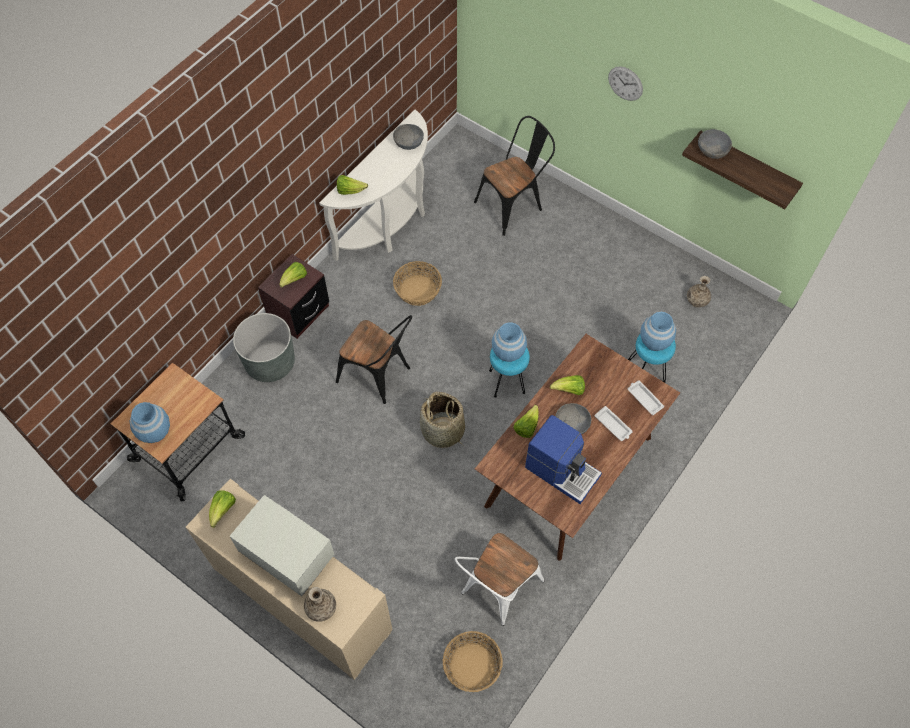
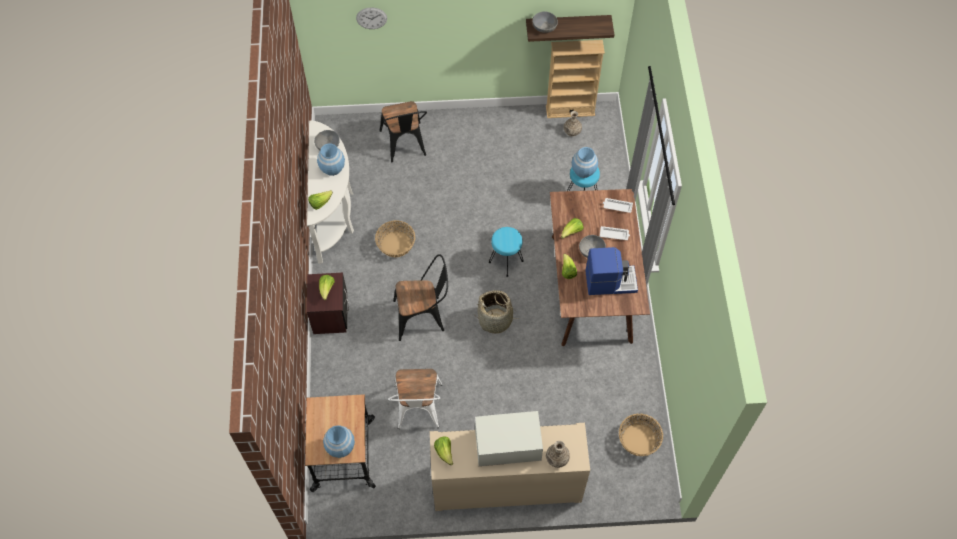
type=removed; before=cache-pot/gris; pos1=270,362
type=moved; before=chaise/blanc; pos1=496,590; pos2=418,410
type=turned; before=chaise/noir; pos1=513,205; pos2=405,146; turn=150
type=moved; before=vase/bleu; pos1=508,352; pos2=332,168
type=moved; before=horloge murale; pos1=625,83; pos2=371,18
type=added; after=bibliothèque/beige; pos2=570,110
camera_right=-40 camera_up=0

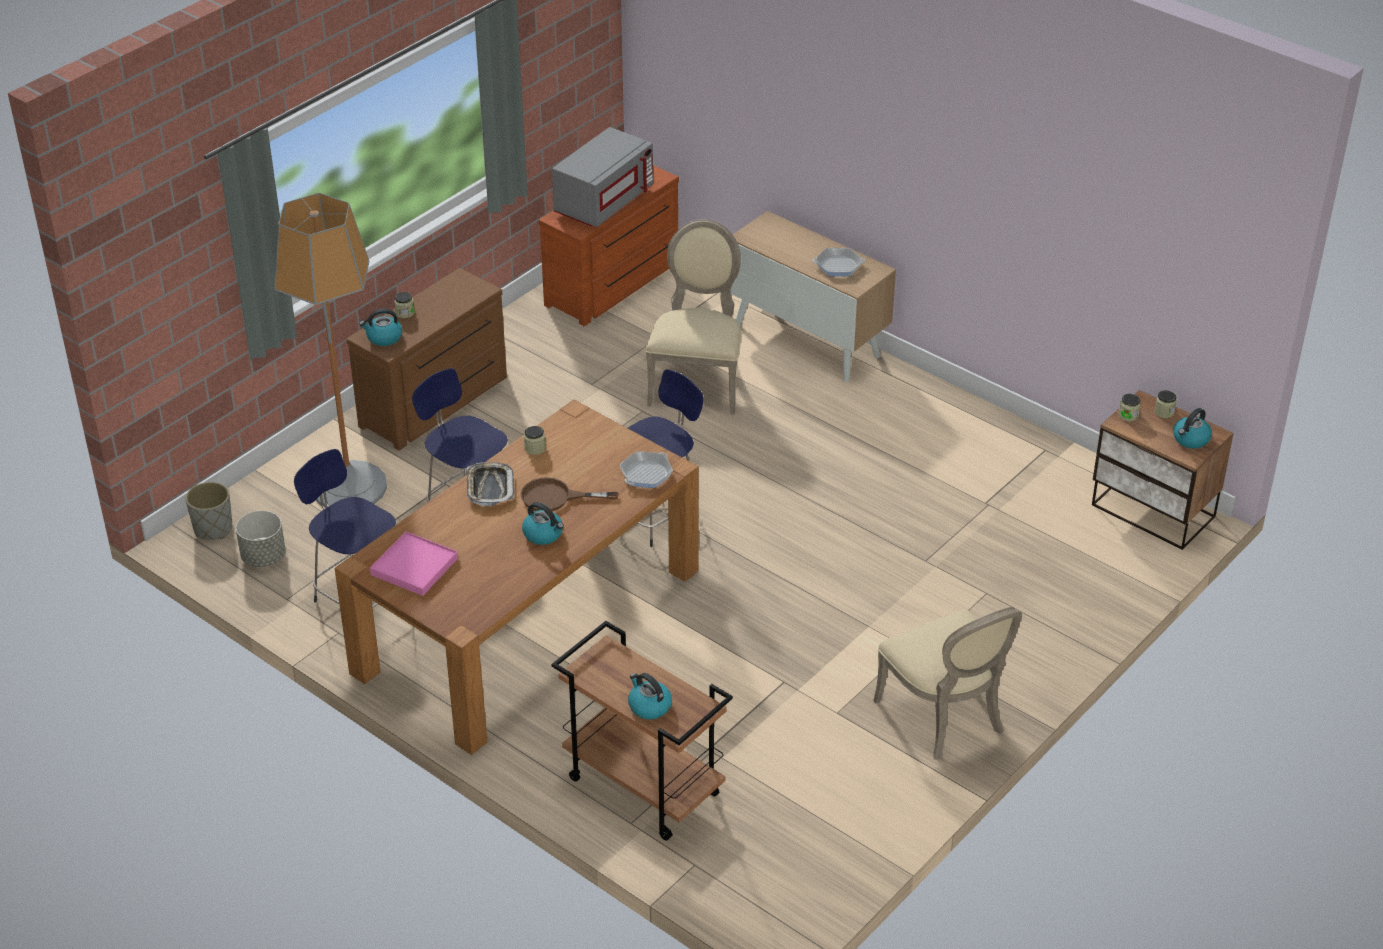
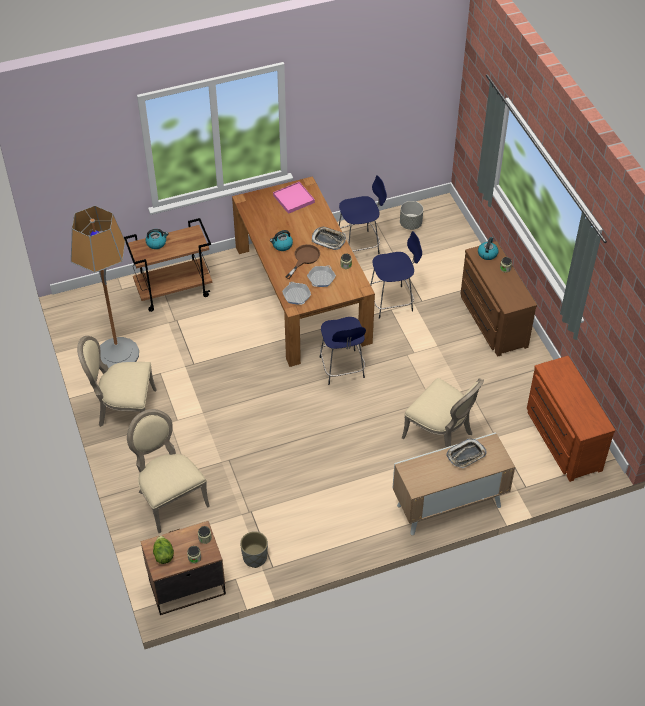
type=moved; before=cache-pot/gris; pos1=213,528; pos2=255,557
type=moved; before=lampadaire; pos1=349,487; pos2=118,354
type=removed; before=micro-ondes/gris; pos1=603,201
type=moved; before=poêle; pos1=838,266; pos2=321,278
type=replaced; before=bouilloire; after=laitue; pos1=1190,439; pos2=163,555
type=added; after=chaise/beige; pos2=170,498
type=added; after=plateau; pos2=466,455
camera_right=120 camera_up=10

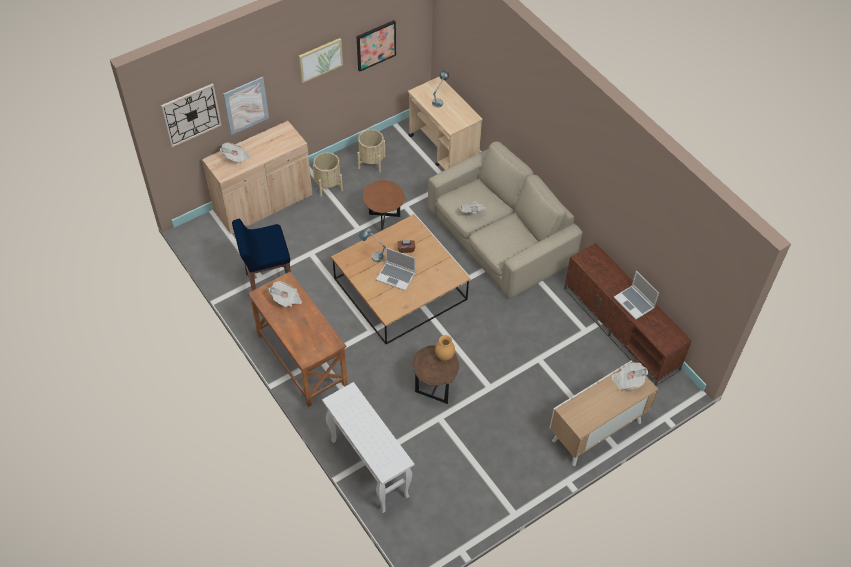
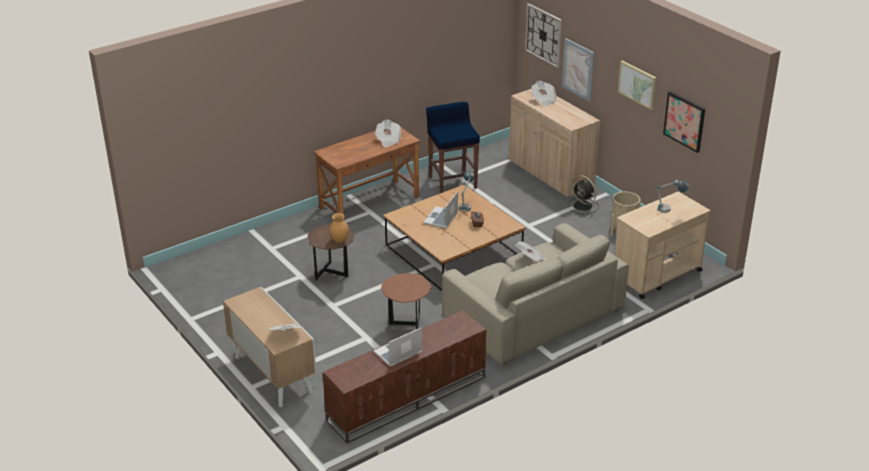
type=replaced; before=cache-pot/beige; after=ventilateur/noir; pos1=328,185; pos2=583,206
type=removed; before=table console/blanc; pos1=368,468
type=moved; before=table d'appoint/marron; pos1=384,222; pos2=407,325
camera_right=90 camera_up=-20

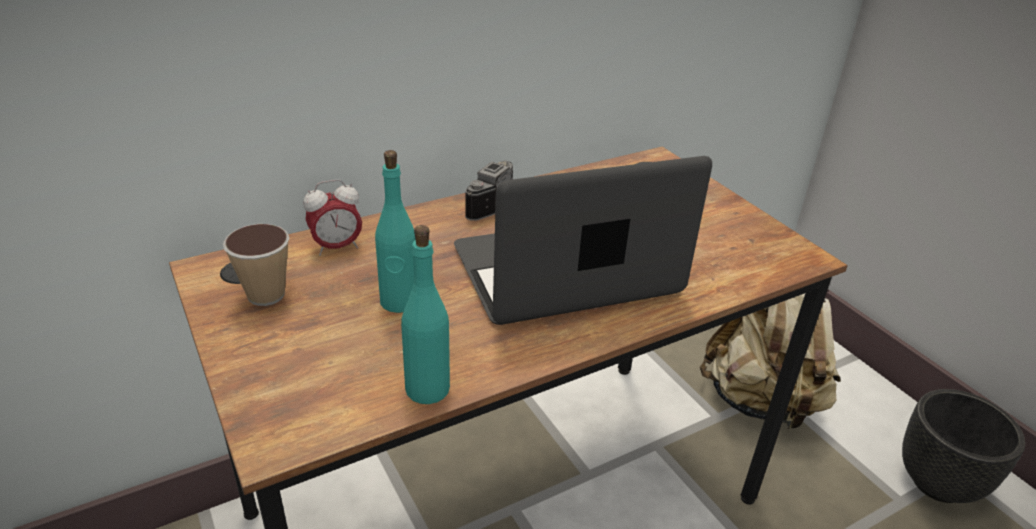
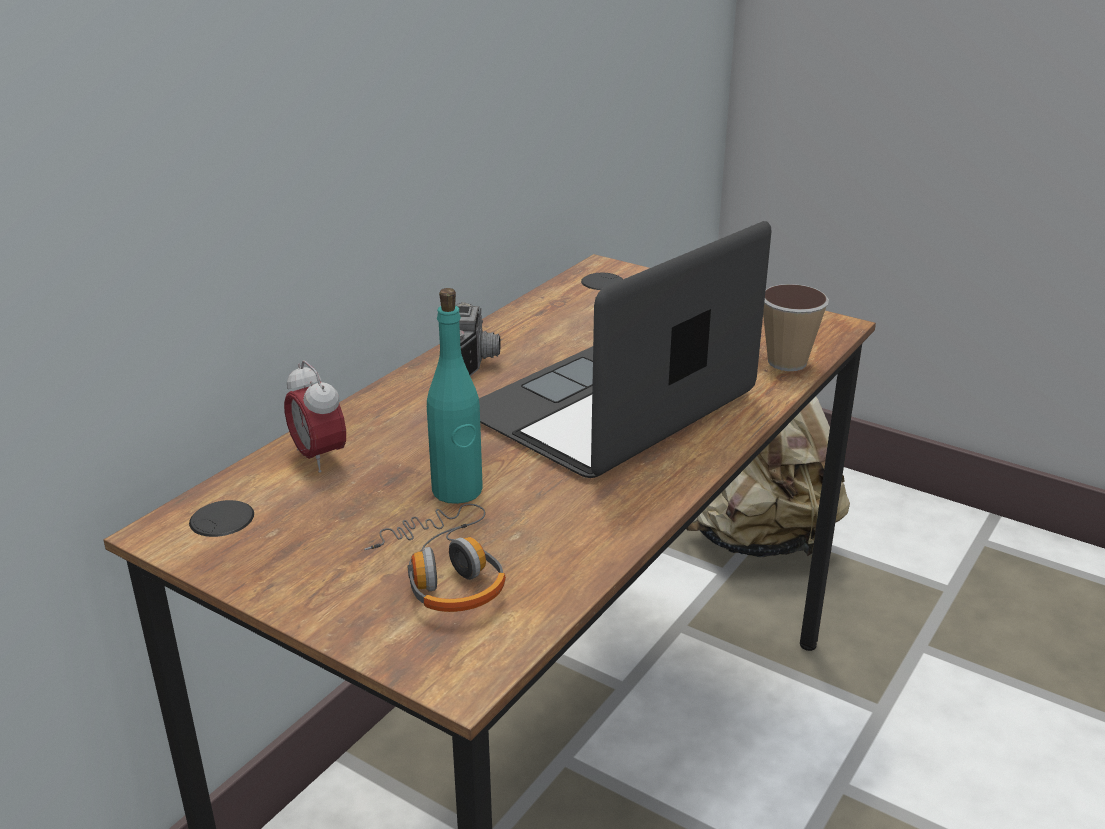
type=moved; before=tasse; pos1=266,295; pos2=787,362
type=turned; before=réveil; pos1=337,247; pos2=319,457; turn=105
type=removed; before=bouteille/turquoise; pos1=427,388
type=removed; before=cache-pot/noir; pos1=938,483
type=added; after=casque audio; pos2=446,573
camera_right=-25 camera_up=-5

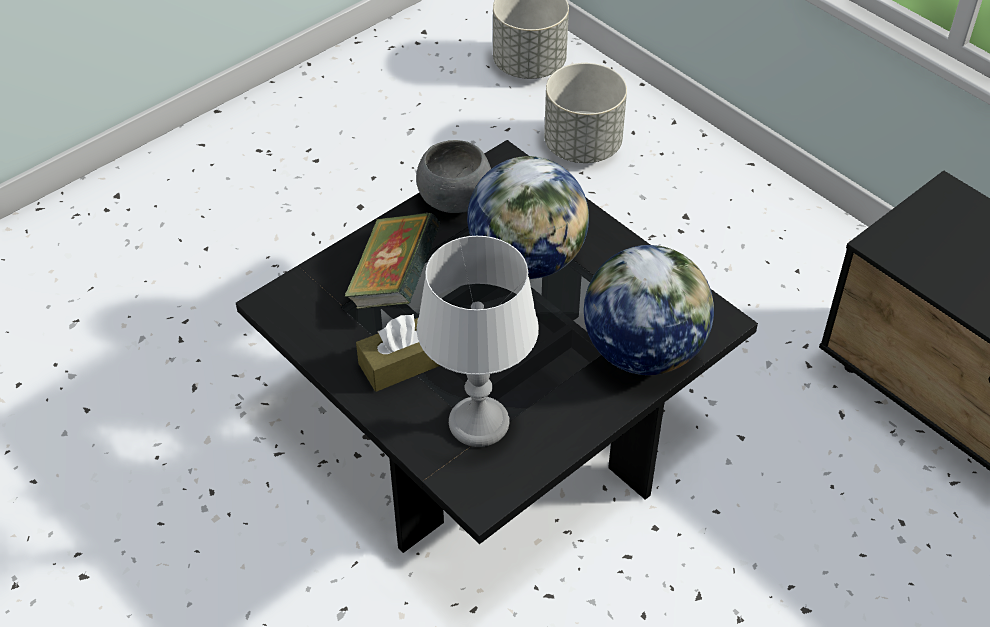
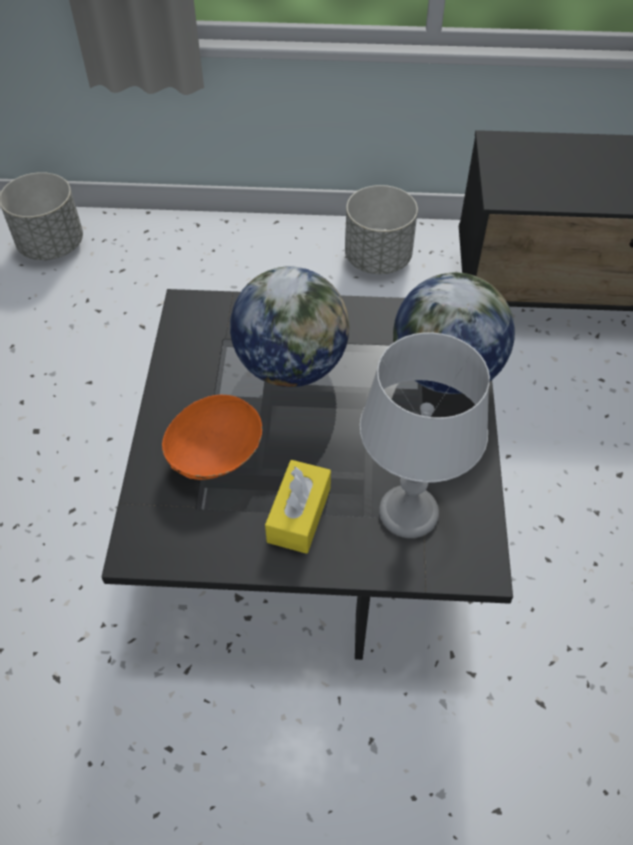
type=replaced; before=livre; after=bol/orange; pos1=394,283; pos2=216,457
type=recoloured; before=boîte à mouchoirs/marron; after=boîte à mouchoirs/jaune; pos1=402,363; pos2=299,514
type=removed; before=bol/gris; pos1=455,200
type=moved; before=cache-pot/gris; pos1=582,145; pos2=377,258
camera_right=-45 camera_up=5

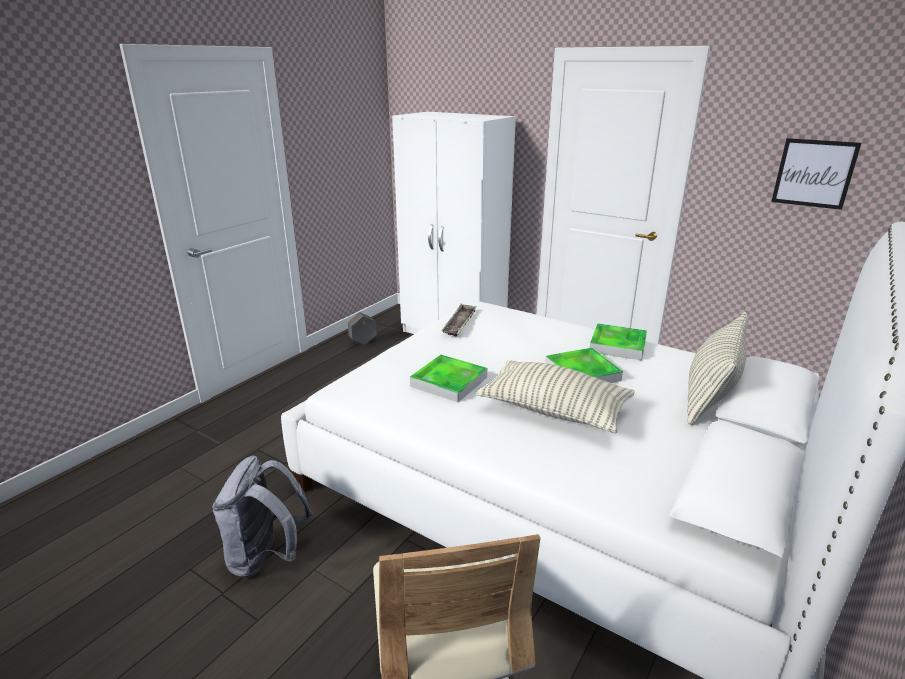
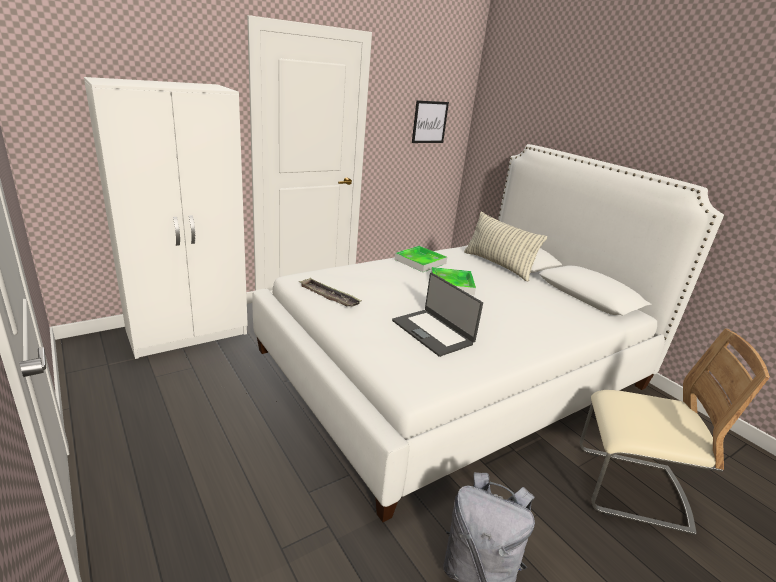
type=removed; before=cache-pot/gris; pos1=363,342
type=replaced; before=plateau; after=ordinateur portable; pos1=449,382; pos2=433,332
type=removed; before=coussin; pos1=554,410
camera_right=-70 camera_up=0

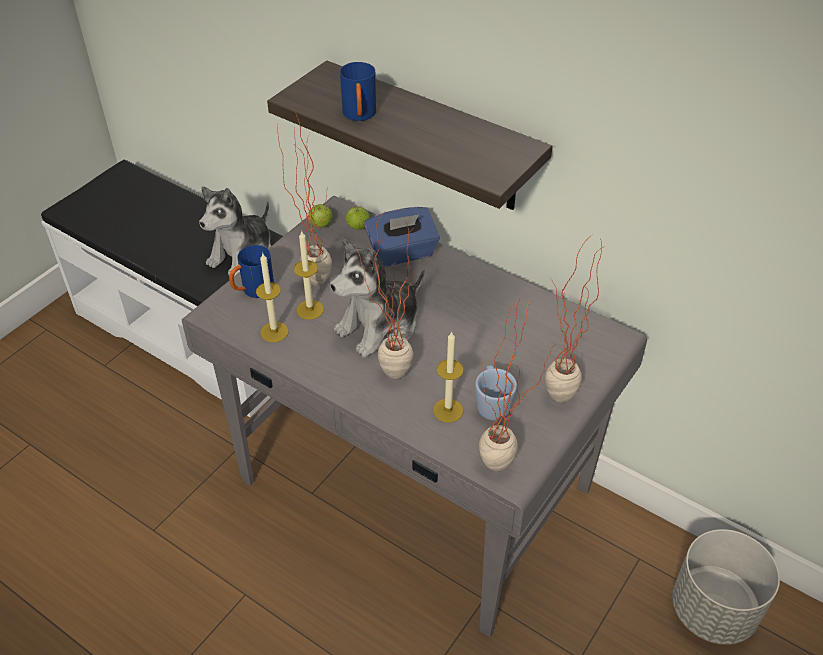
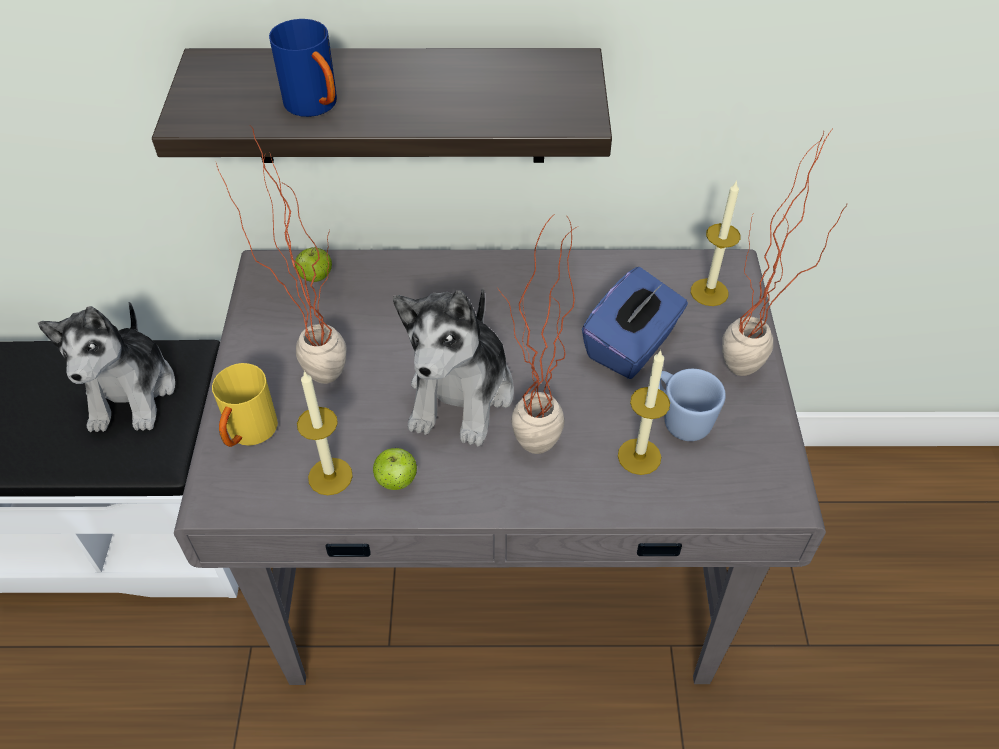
type=recoloured; before=mug/bleu; after=mug/jaune; pos1=253,291; pos2=248,435
type=moved; before=bougie; pos1=310,310; pos2=709,292
type=moved; before=pomme; pos1=321,225; pos2=396,481
type=moved; before=boîte à mouchoirs/bleu; pos1=402,253; pos2=631,346
type=removed; before=plante en pot; pos1=503,473
type=removed; before=cache-pot/gris; pos1=713,610
camera_right=-35 camera_up=5

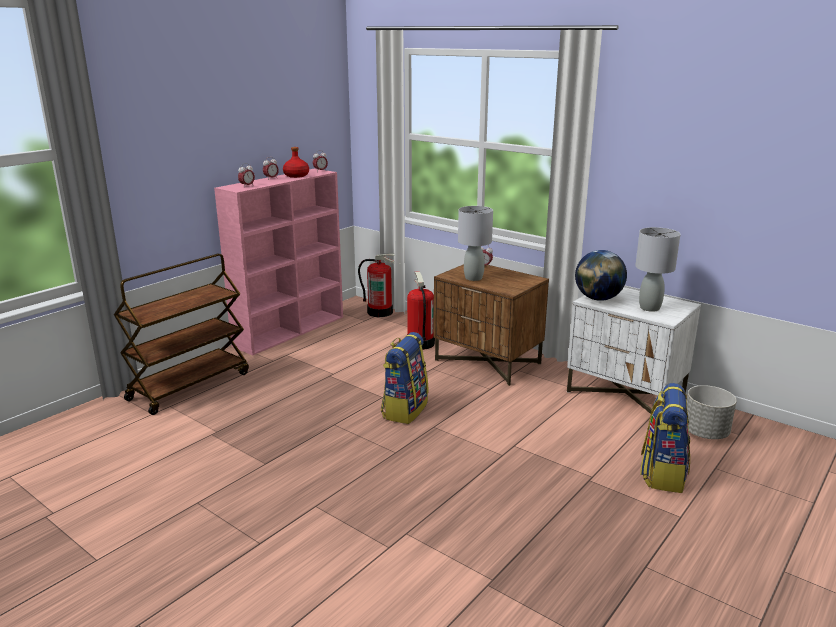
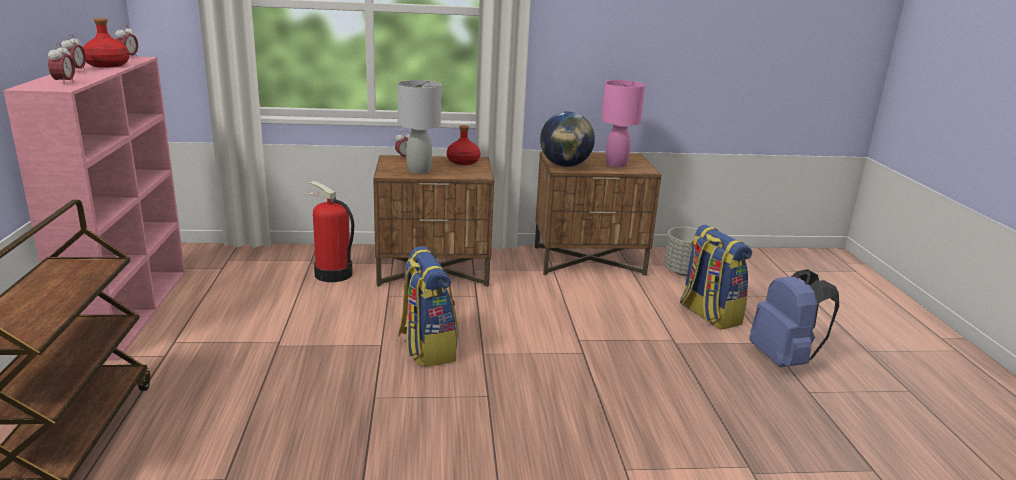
type=removed; before=extincteur; pos1=380,312
type=recoloured; before=table de chevet/blanc; after=table de chevet/marron; pos1=626,394; pos2=589,261
type=recoloured; before=lampe de table/gris; after=lampe de table/rose; pos1=649,308; pos2=616,164
type=added; after=bouteille/rouge; pos2=463,162
type=added; after=sac à dos/bleu; pos2=784,360
camera_right=-45 camera_up=0

